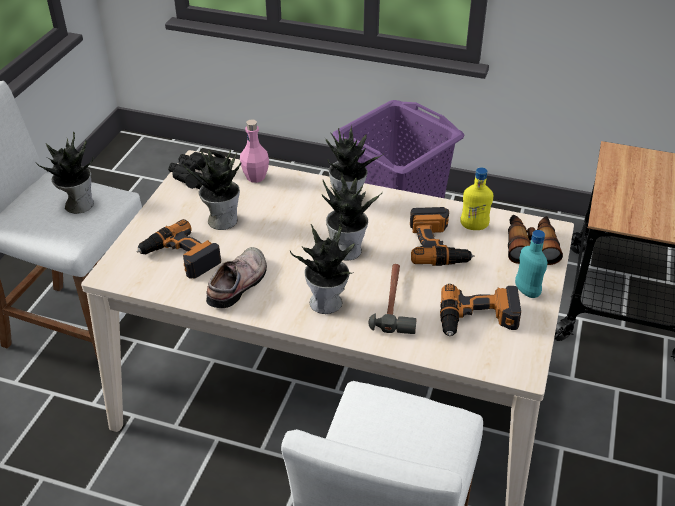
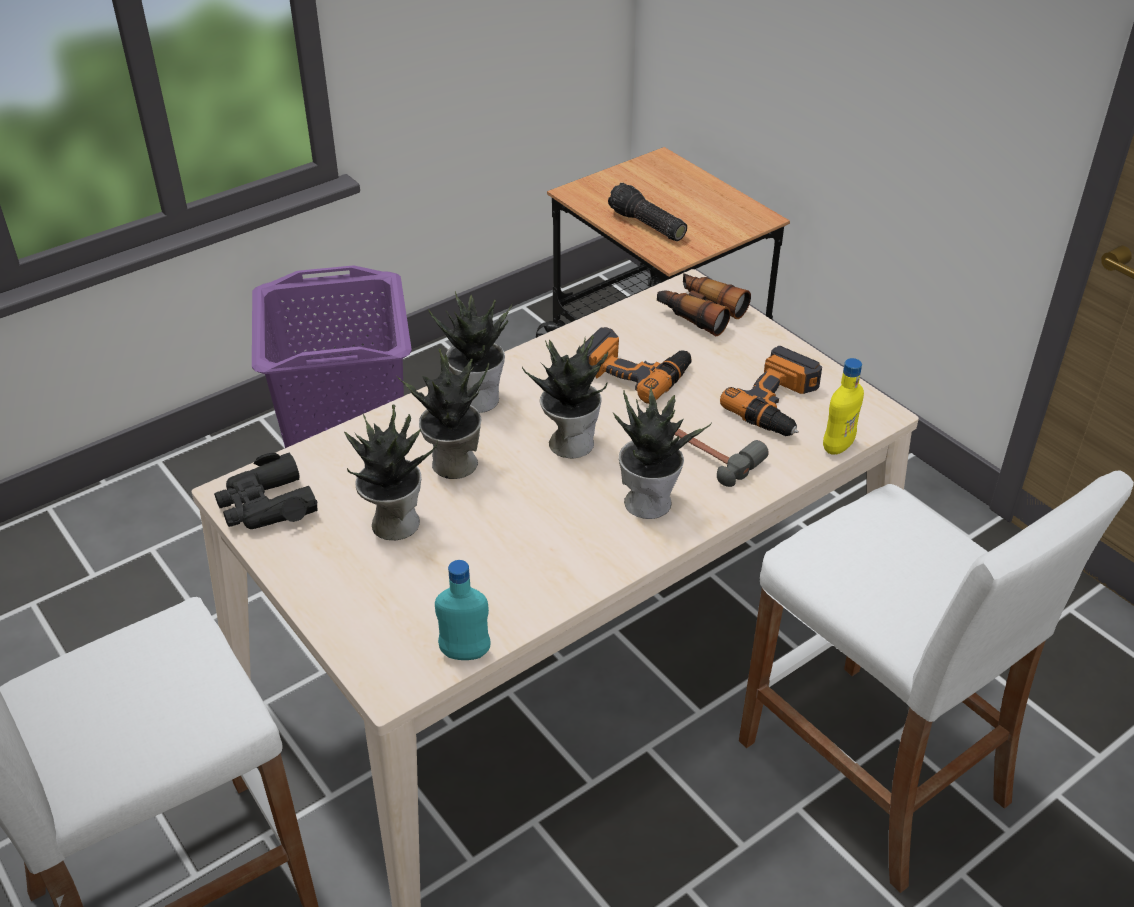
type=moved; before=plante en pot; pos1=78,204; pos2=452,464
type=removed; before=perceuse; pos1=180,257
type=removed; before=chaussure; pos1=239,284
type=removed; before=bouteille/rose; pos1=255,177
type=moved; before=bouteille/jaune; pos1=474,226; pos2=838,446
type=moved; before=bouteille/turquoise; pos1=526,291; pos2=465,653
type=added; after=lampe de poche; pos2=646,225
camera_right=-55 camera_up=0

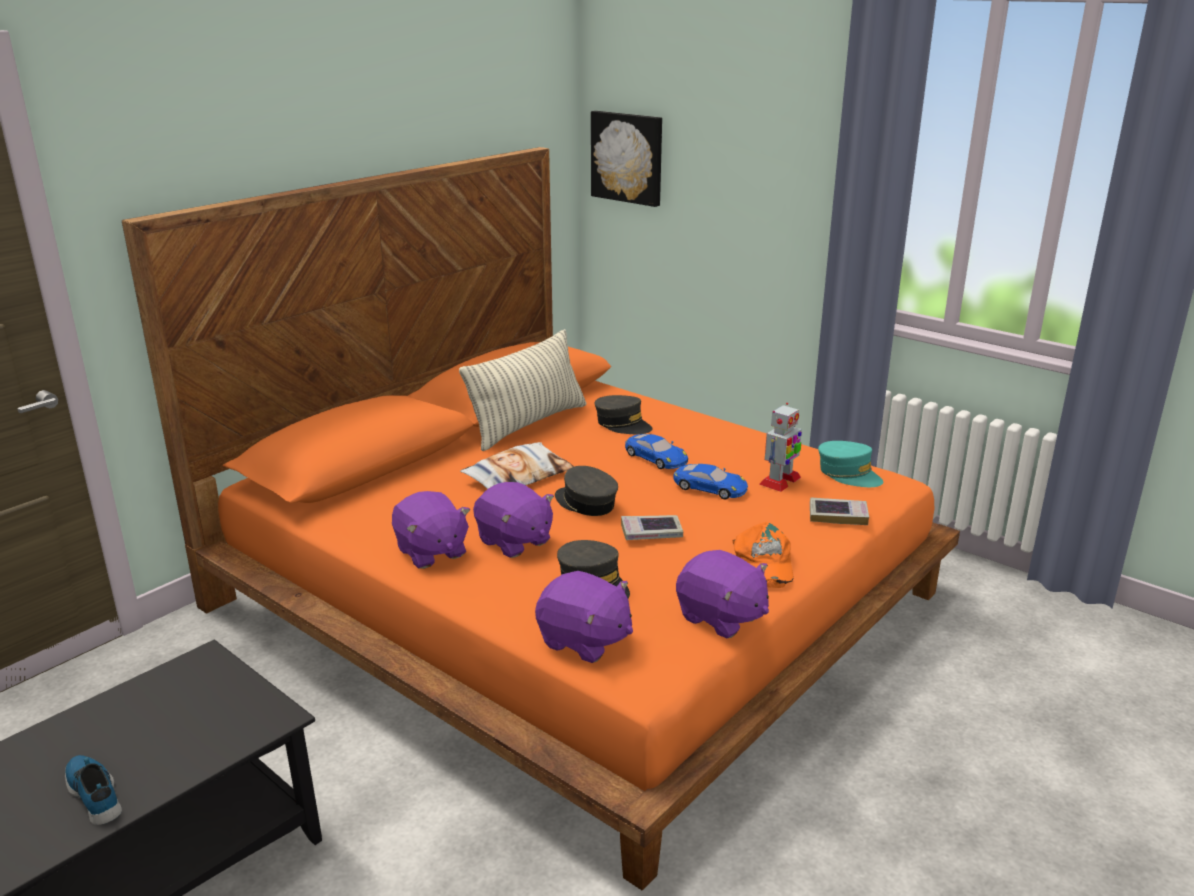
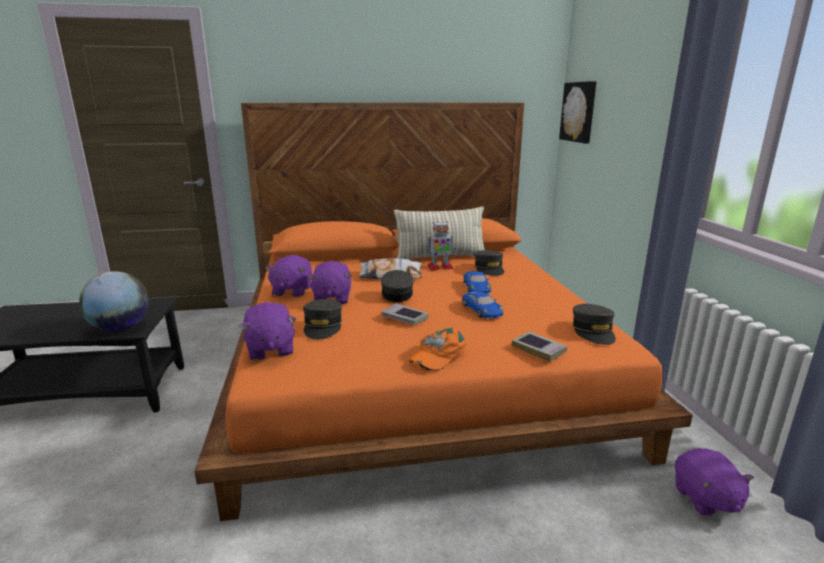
type=removed; before=chaussure; pos1=95,793
type=moved; before=peluche/violet; pos1=721,617; pos2=705,499
type=moved; before=robot jouet; pos1=780,481; pos2=440,267
type=recoloured; before=casquette/turquoise; after=casquette/gris; pos1=848,474; pos2=593,331
type=added; after=globe; pos2=120,328
camera_right=40 camera_up=-5

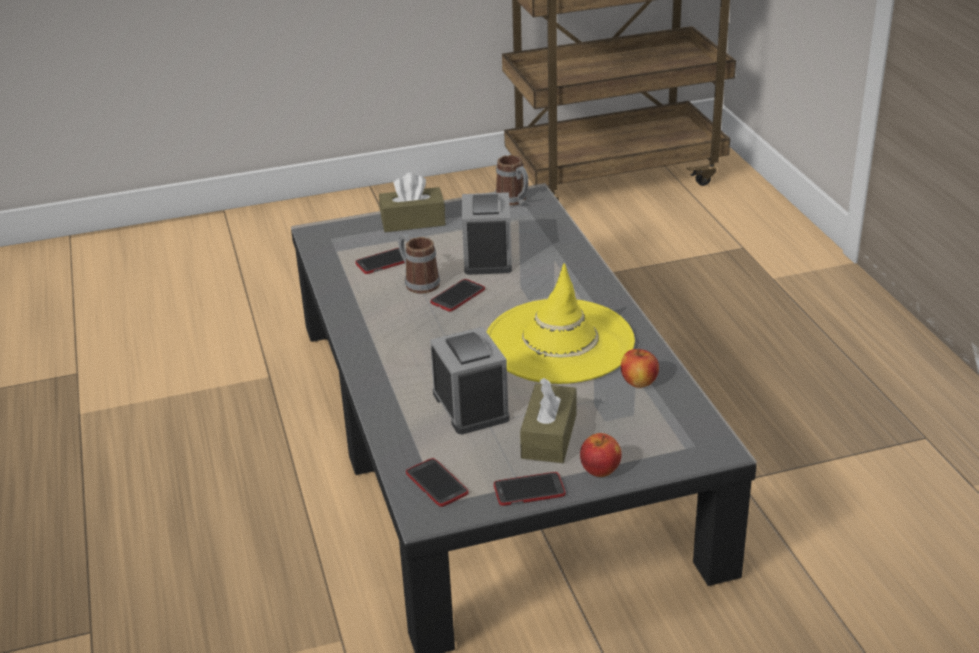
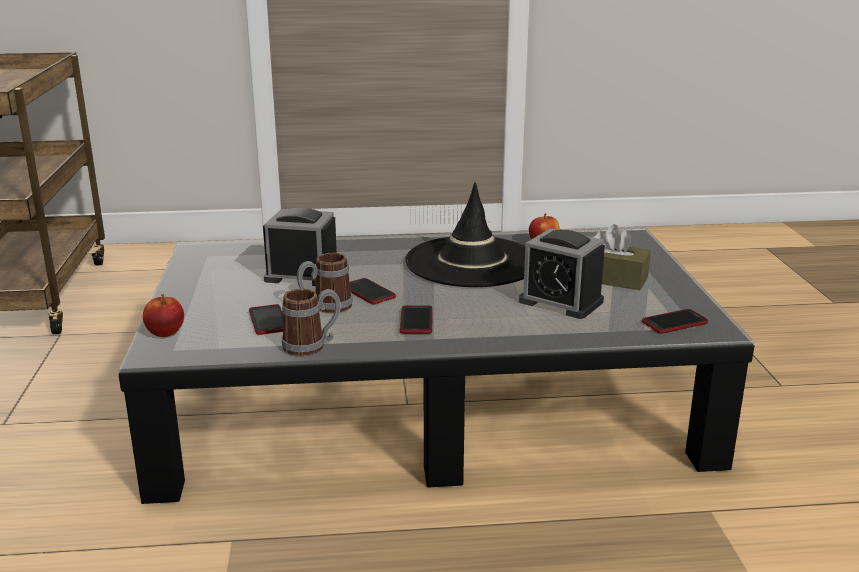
type=removed; before=boîte à mouchoirs/marron; pos1=413,221
type=turned; before=réveil; pos1=470,406; pos2=561,301; turn=-135
type=recoloured; before=chapeau/jaune; after=chapeau/noir; pos1=559,342; pos2=472,262
type=moved; before=téléphone; pos1=529,490; pos2=416,321
type=moved; before=mug; pos1=514,201; pos2=312,345
type=moved; before=pomme; pos1=600,470; pos2=165,333
camera_right=-80 camera_up=-10

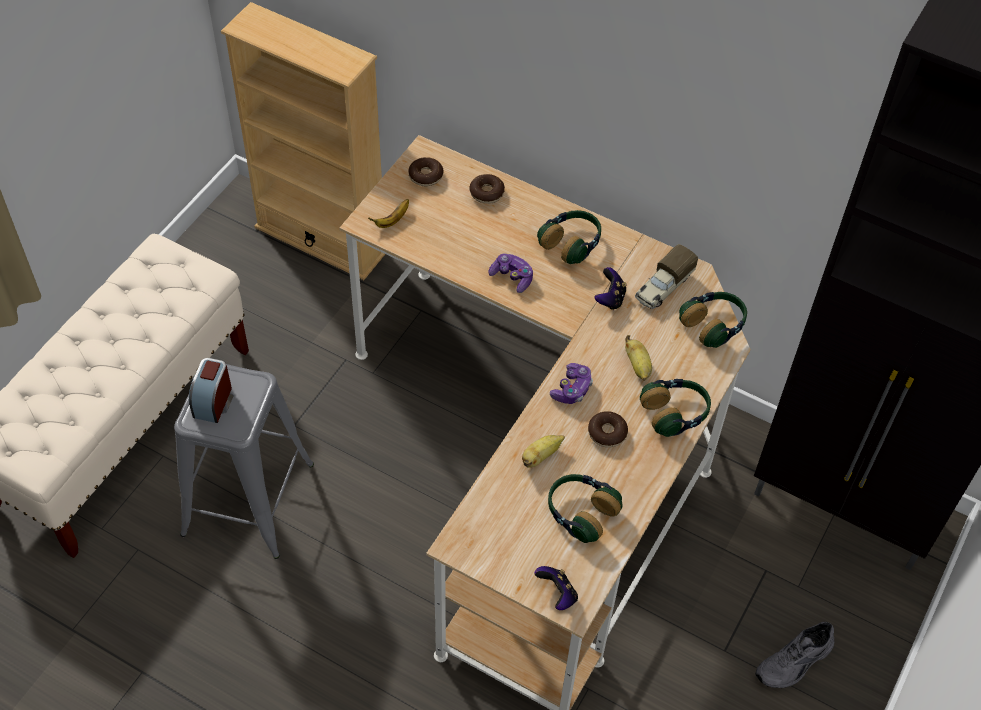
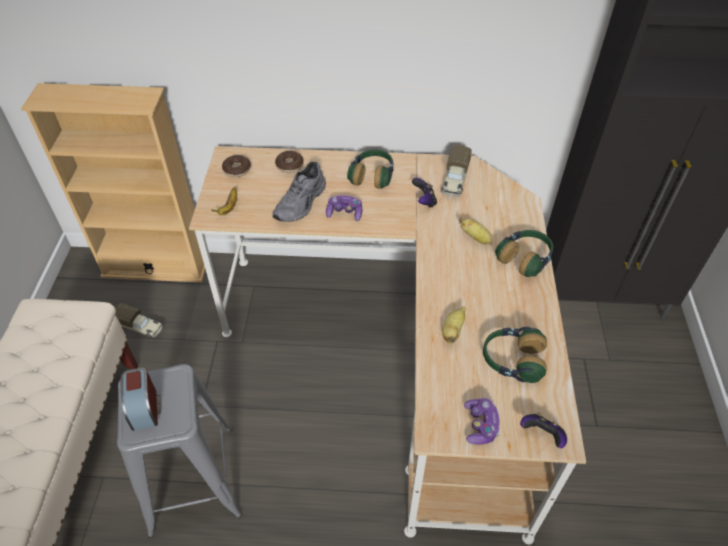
type=moved; before=manette; pos1=572,389; pos2=480,425
type=removed; before=beignet; pos1=607,433
type=removed; before=casque audio; pos1=713,325
type=moved; before=chaussure/gris; pos1=795,663; pos2=302,203
type=added; after=camion jouet; pos2=140,327
camera_right=-25 camera_up=-5

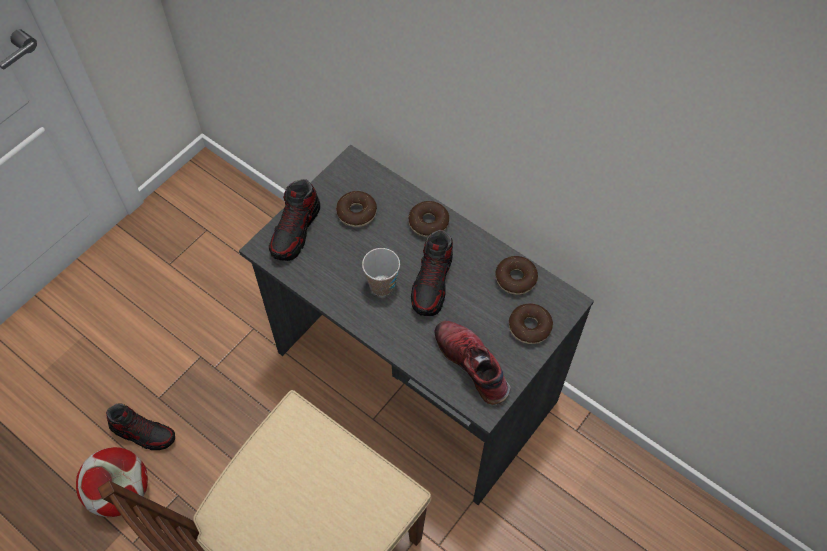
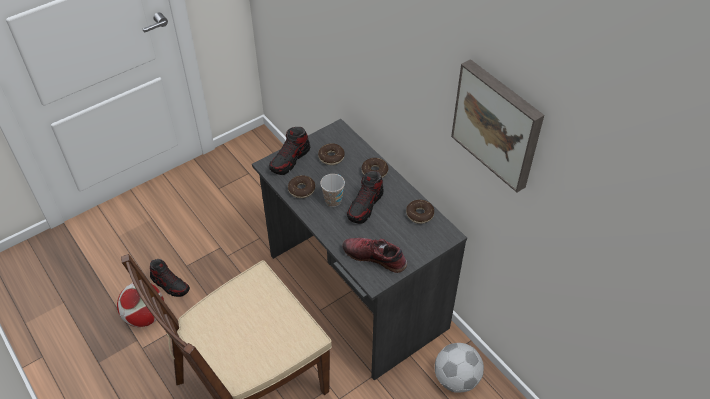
type=turned; before=chaussure; pos1=473,364; pos2=375,257; turn=-45
type=moved; before=beignet; pos1=529,327; pos2=301,190
type=added; after=ballon de foot; pos2=456,379
type=added; after=tableau; pos2=498,124
camera_right=15 camera_up=-10

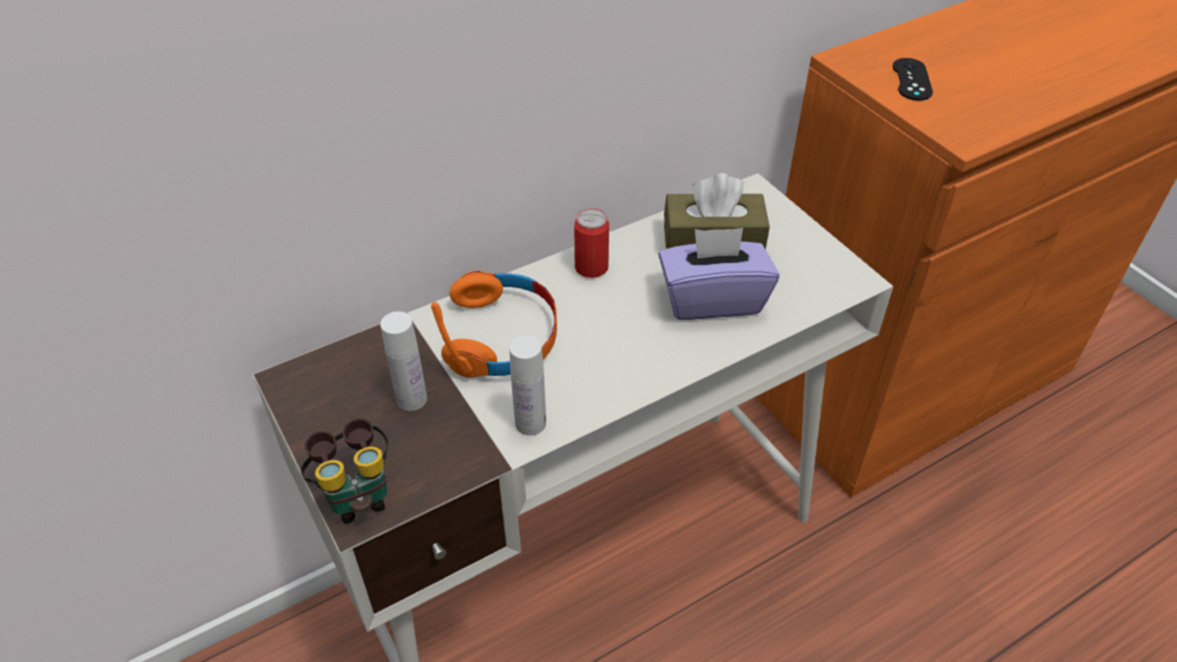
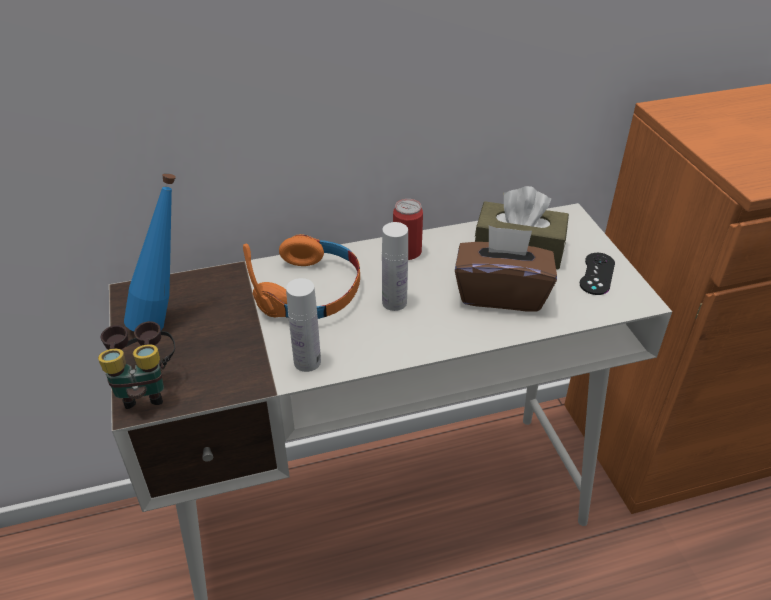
type=moved; before=bouteille/blanc; pos1=411,399; pos2=394,302
type=recoloured; before=boîte à mouchoirs/violet; after=boîte à mouchoirs/marron; pos1=712,299; pos2=501,293
type=moved; before=manette/noir; pos1=911,80; pos2=597,274
type=added; after=bouteille/bleu; pos2=166,318
camera_right=15 camera_up=-5

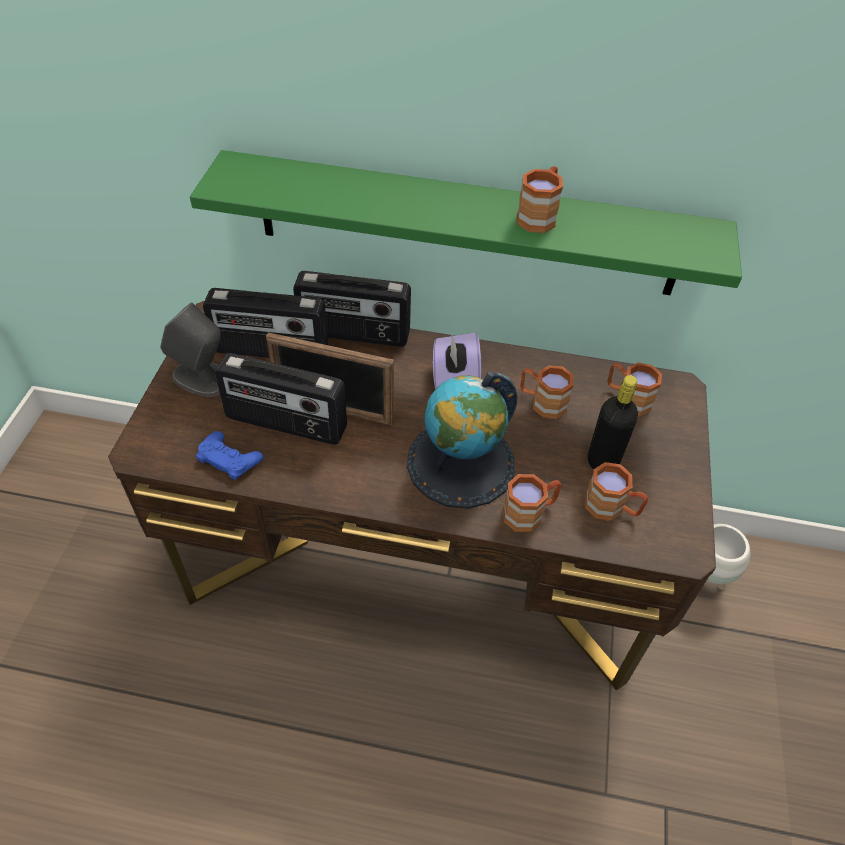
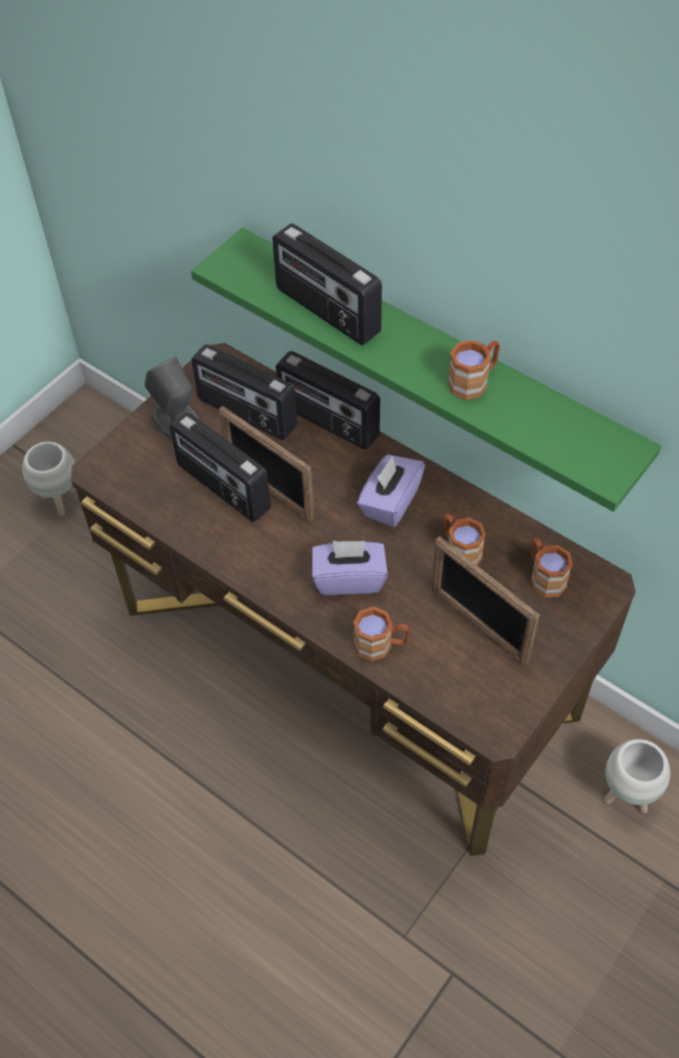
type=removed; before=manette/bleu; pos1=229,459
type=replaced; before=globe; after=boîte à mouchoirs/violet; pos1=461,463; pos2=349,579
type=removed; before=mug/marron; pos1=611,508
type=replaced; before=bouteille/noir; after=cadre photo; pos1=602,461; pos2=478,625
type=added; after=cache-pot/blanc; pos2=60,500
type=added; after=radio; pos2=326,311
camera_right=30 camera_up=5

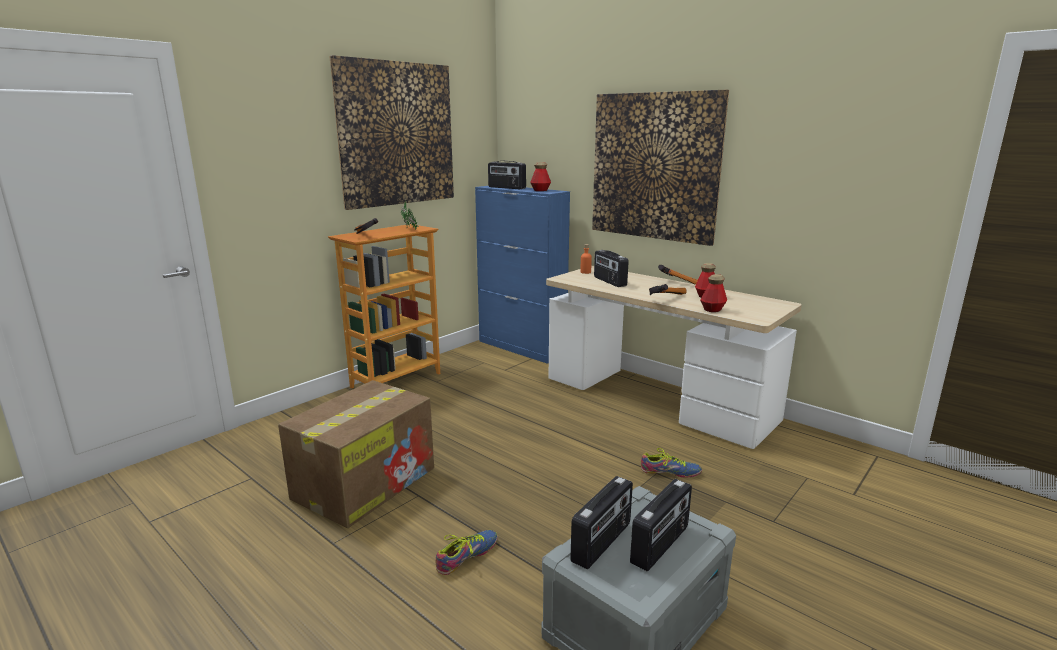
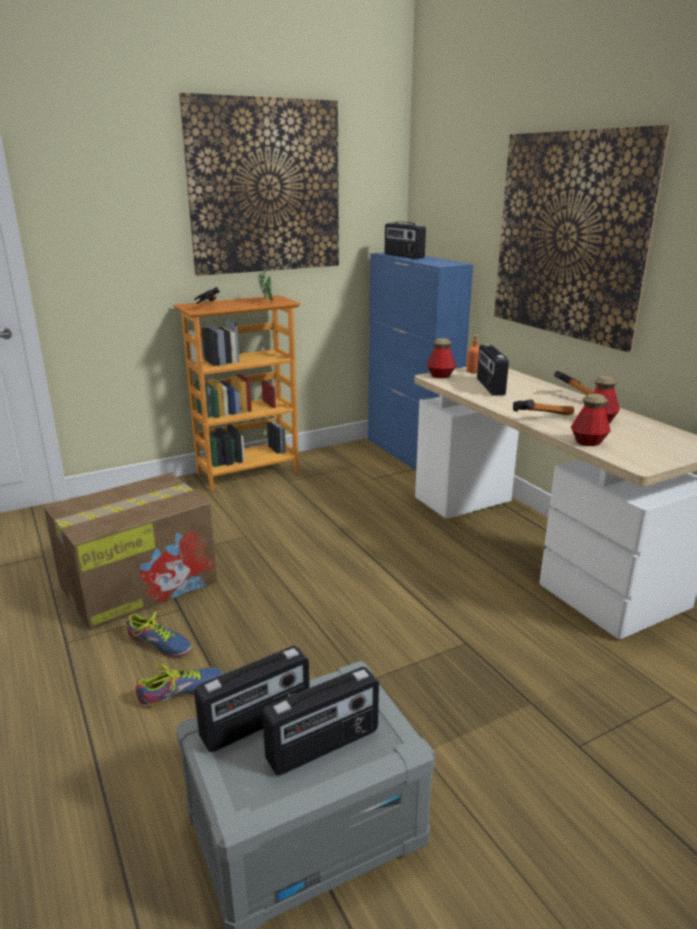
type=moved; before=bouteille; pos1=540,190; pos2=440,376
type=moved; before=chaussure; pos1=670,471; pos2=160,644
camera_right=20 camera_up=5

